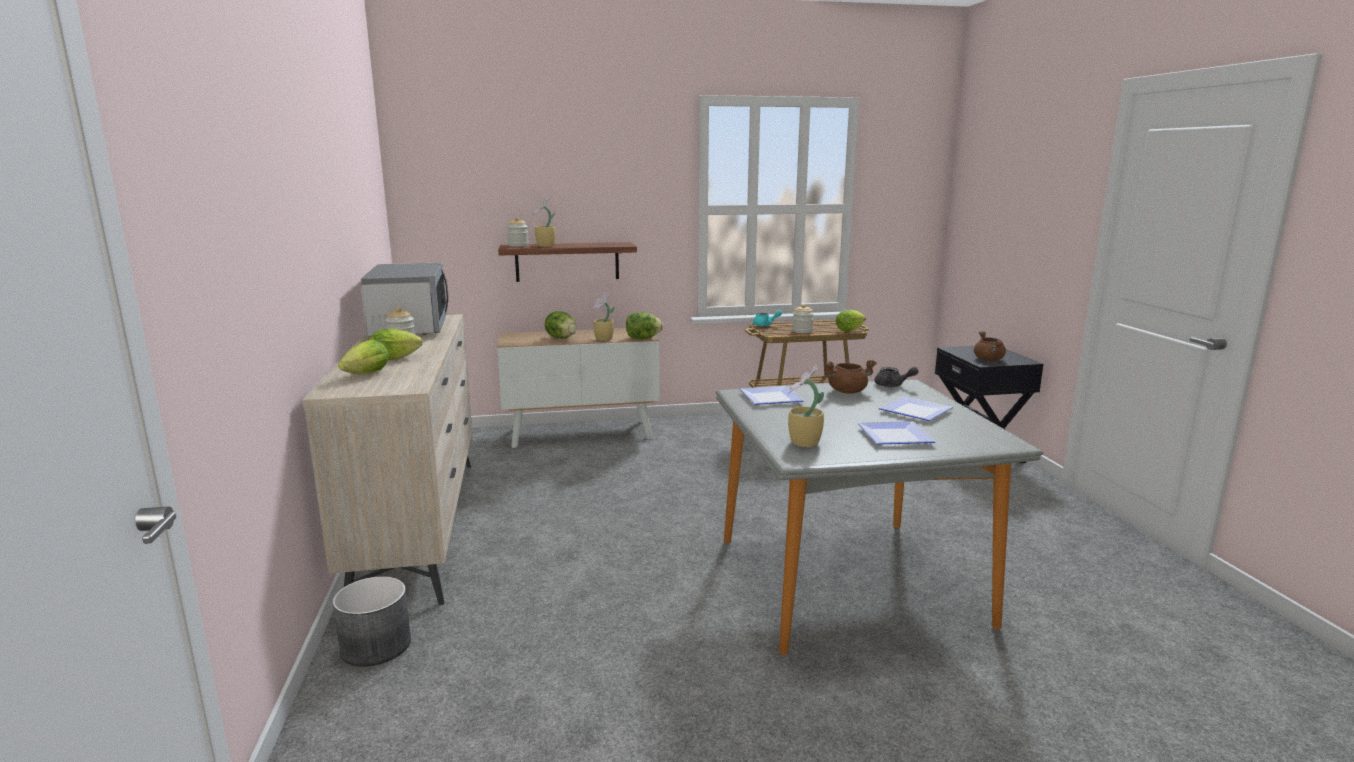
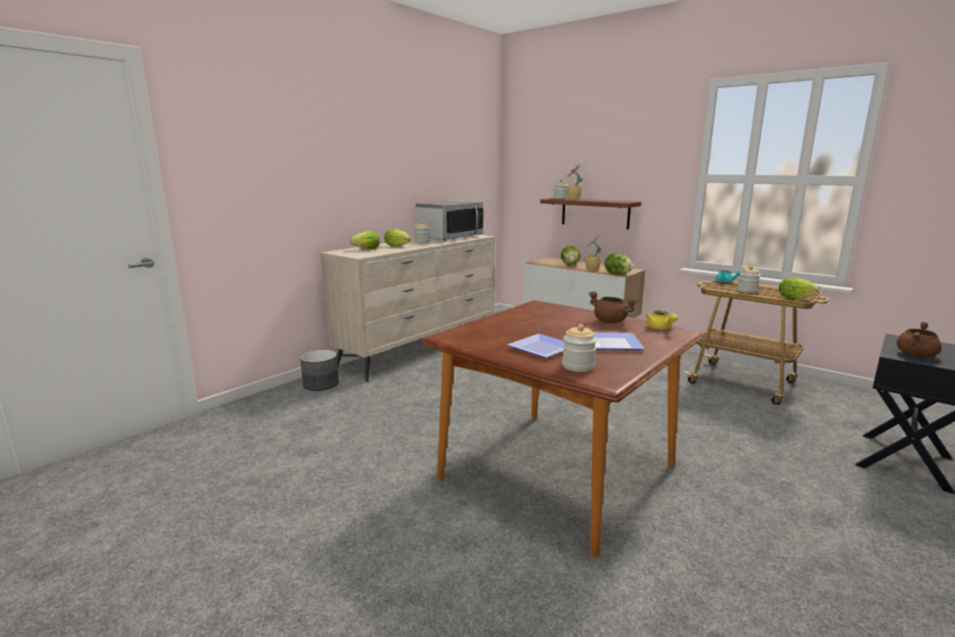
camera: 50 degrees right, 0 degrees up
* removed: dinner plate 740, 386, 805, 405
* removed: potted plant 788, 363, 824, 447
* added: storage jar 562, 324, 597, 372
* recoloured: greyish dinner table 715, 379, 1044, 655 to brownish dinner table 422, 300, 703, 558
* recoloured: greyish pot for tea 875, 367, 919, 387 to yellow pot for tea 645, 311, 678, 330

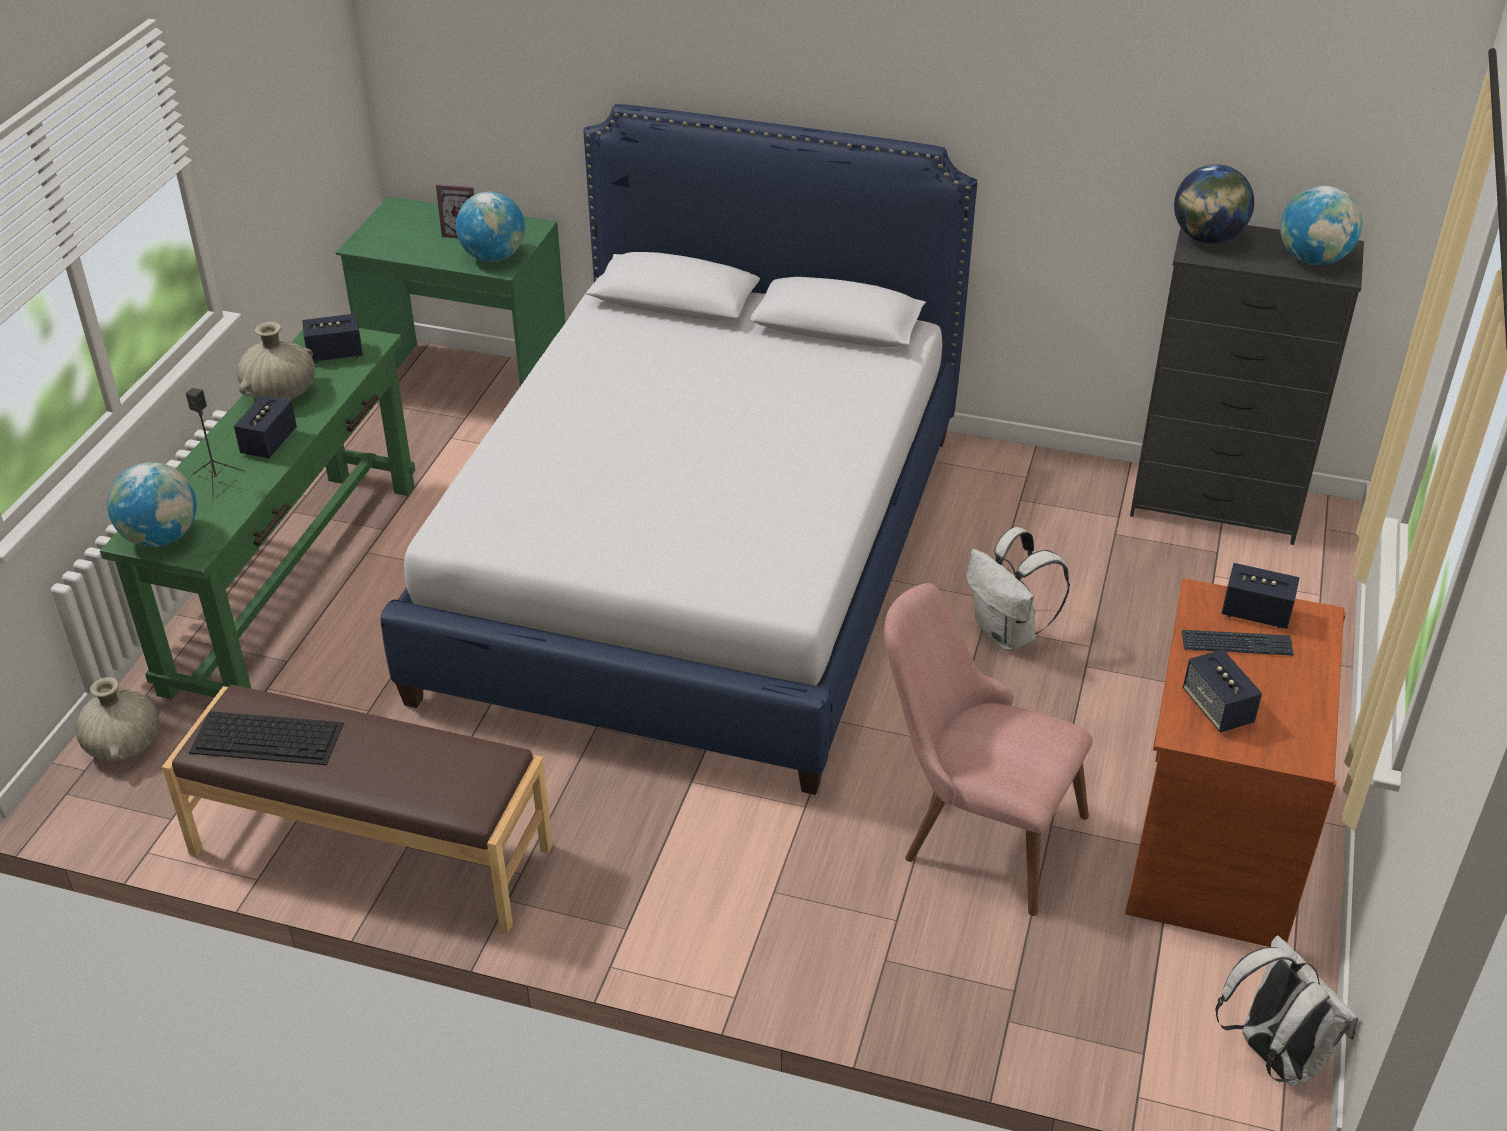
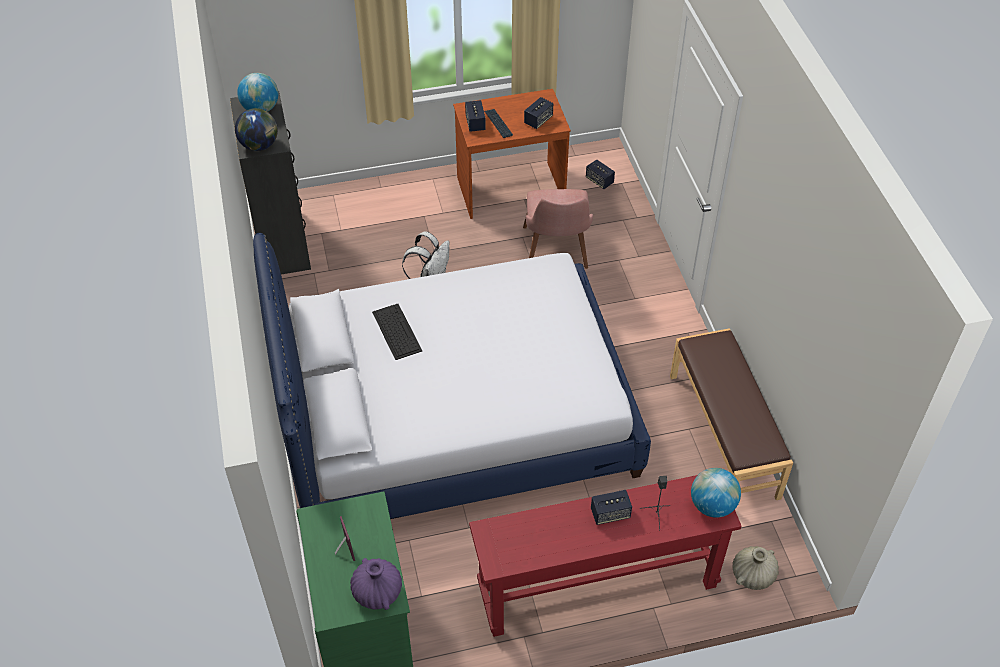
camera: 120 degrees left, 10 degrees up
* removed: beige vase 237, 322, 315, 400
* removed: world globe 456, 192, 525, 262
* removed: white rucksack 1215, 935, 1358, 1086
* added: purple vase 350, 558, 402, 610
* moved: computer keyboard 189, 711, 344, 765 to 372, 304, 422, 360
* moved: speaker 302, 314, 363, 363 to 586, 159, 615, 189
* recoloured: green-coloured console table 100, 328, 415, 699 to reddish console table 469, 475, 742, 637

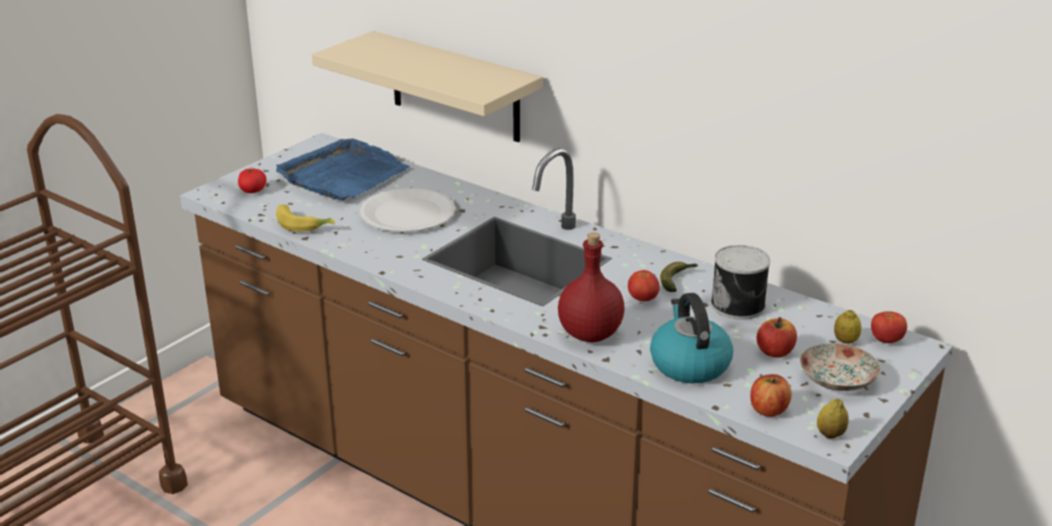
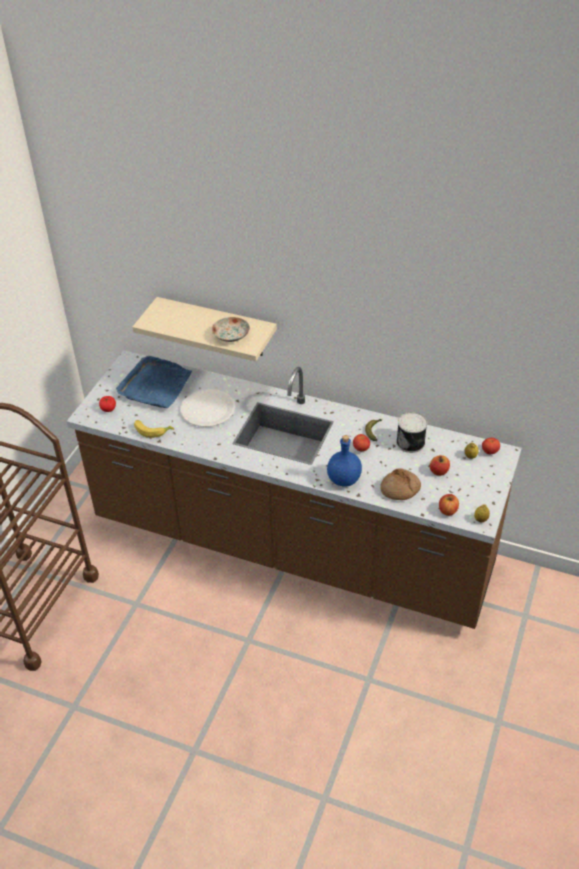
camera: 15 degrees left, 15 degrees up
* moved: dinner plate 800, 343, 881, 391 to 212, 317, 250, 342
* replaced: kettle 650, 293, 733, 383 to bread 380, 468, 421, 500
* recoloured: reddish drink bottle 558, 232, 625, 342 to bluish drink bottle 327, 435, 362, 487

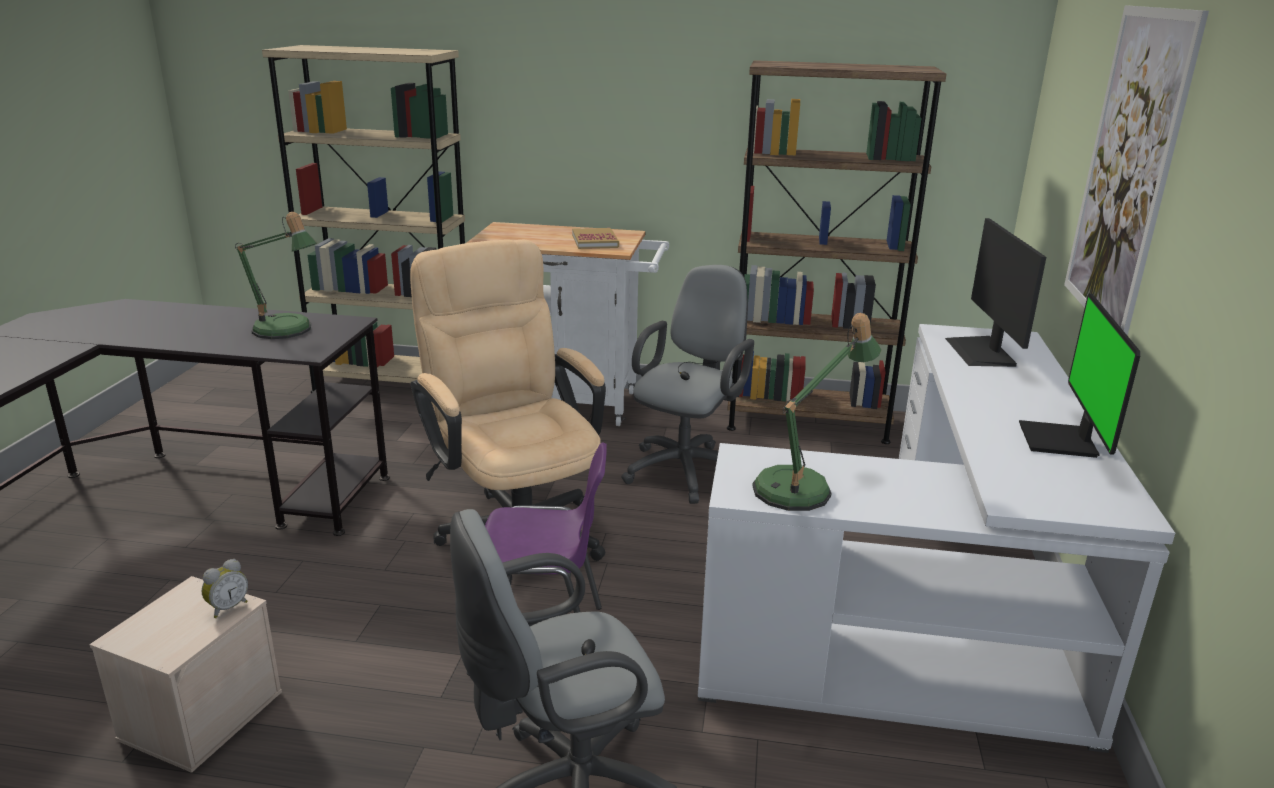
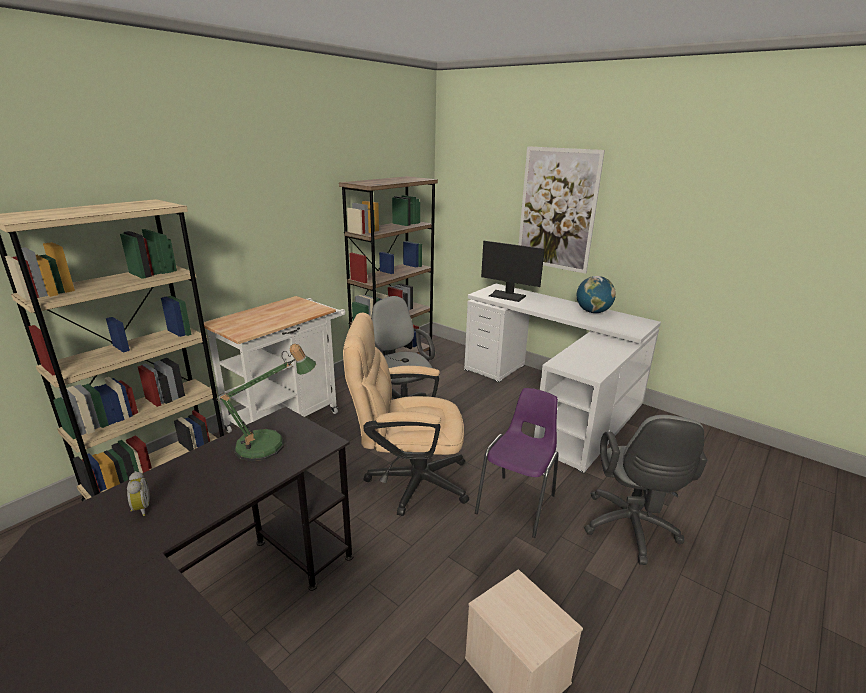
camera: 60 degrees left, 0 degrees up
* removed: book 572, 228, 619, 249
* removed: lamp for a table 752, 313, 881, 511
* moved: bedside clock 202, 559, 248, 618 to 127, 471, 150, 516
* replaced: monitor 1019, 293, 1140, 458 to world globe 577, 276, 616, 313

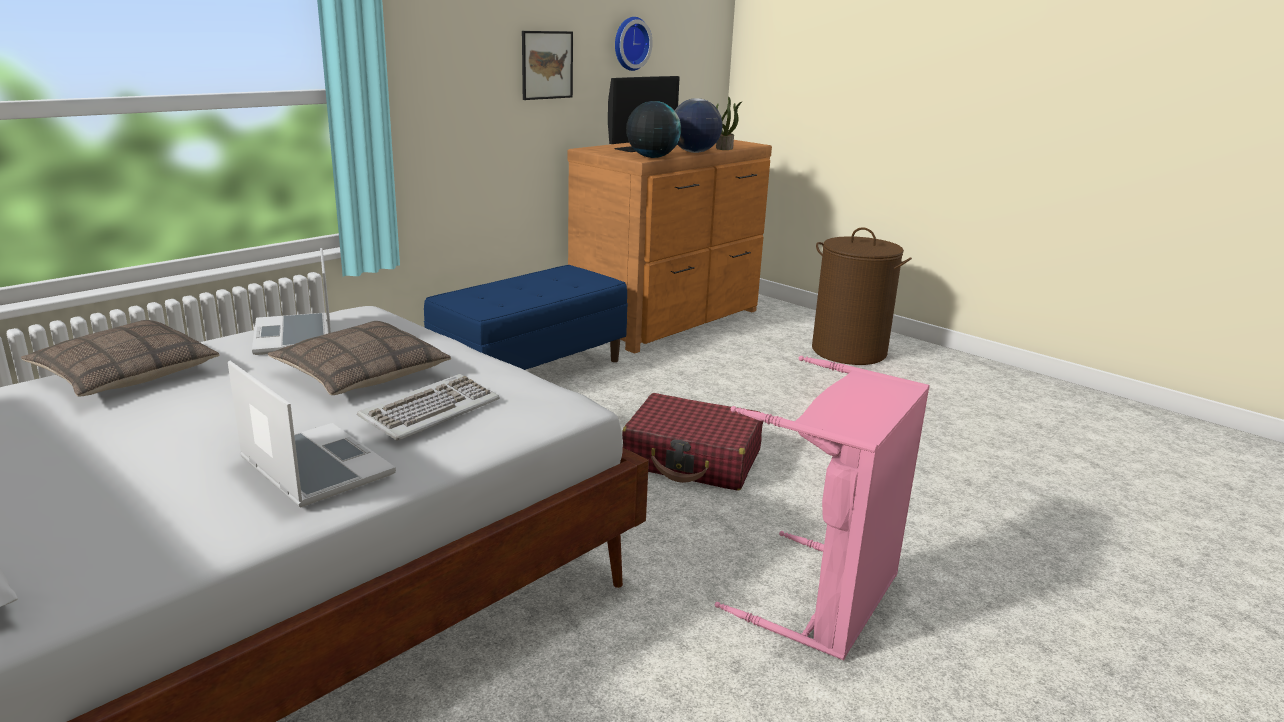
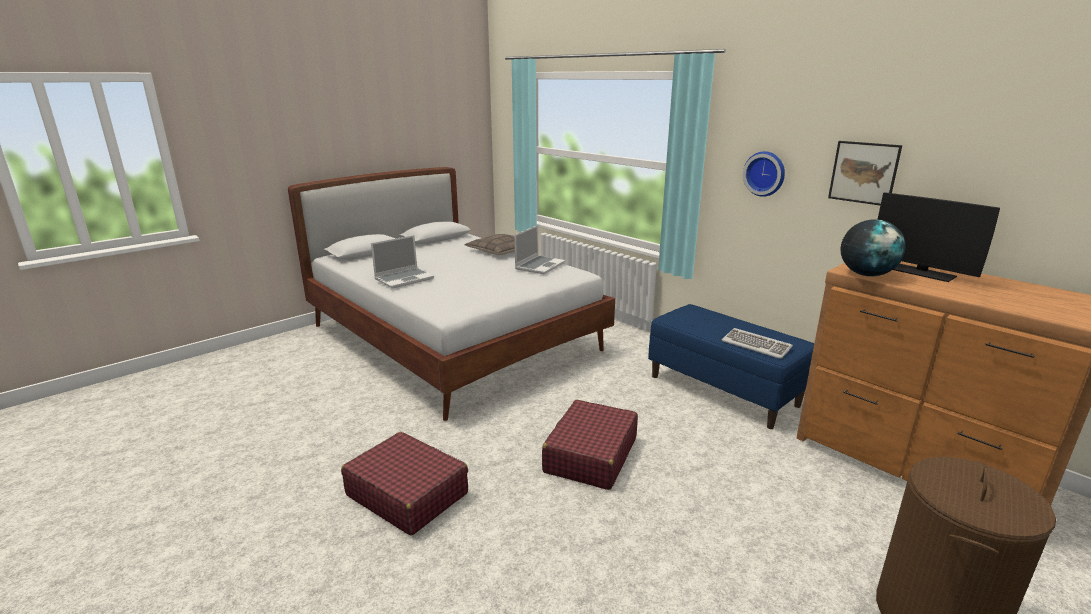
camera: 95 degrees right, 0 degrees up
* removed: cushion 268, 321, 451, 395
* removed: world globe 674, 98, 722, 153
* removed: potted plant 716, 97, 742, 150
* moved: computer keyboard 357, 374, 500, 440 to 721, 328, 793, 359
* moved: clock on the wall 615, 17, 653, 71 to 743, 151, 785, 197
* replaced: pink-coloured laundry basket 715, 356, 929, 660 to reddish piece of luggage 341, 432, 468, 536
* turned: laptop 252, 248, 331, 355 = 515, 225, 565, 274 135 degrees clockwise

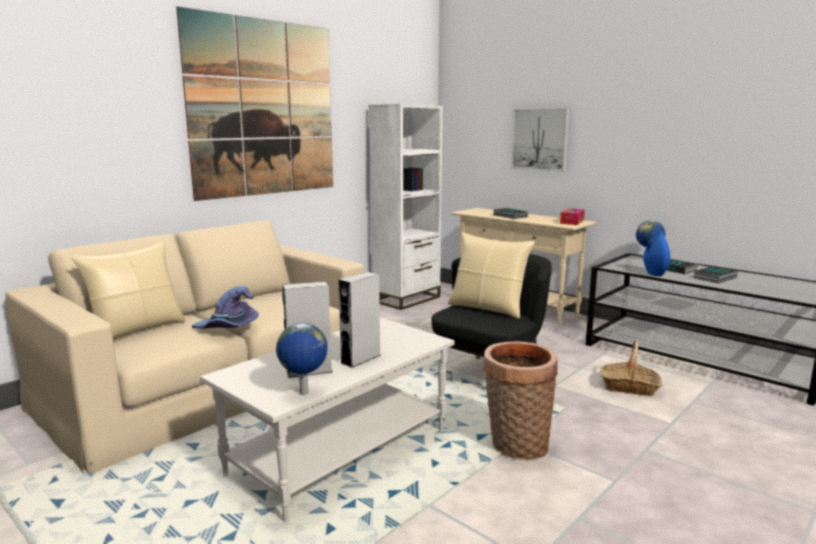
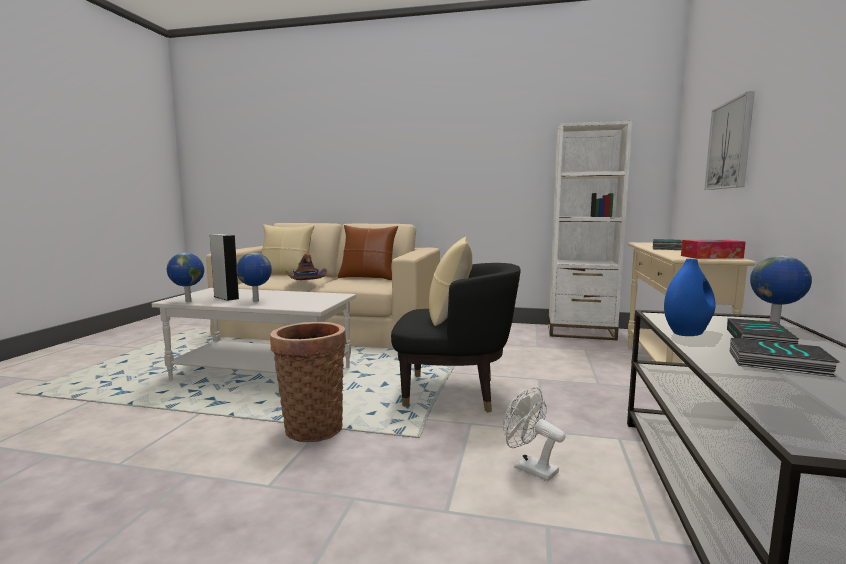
camera: 60 degrees right, 5 degrees down
* removed: picture 176, 6, 333, 201
* added: brownish cushion 338, 225, 398, 280
* replaced: greyish speaker 338, 272, 381, 368 to world globe 236, 253, 272, 302
* replaced: storage basket 600, 340, 662, 396 to white electric fan 503, 387, 565, 481
* recoloured: purple hat 192, 286, 259, 329 to brownish hat 285, 253, 327, 280

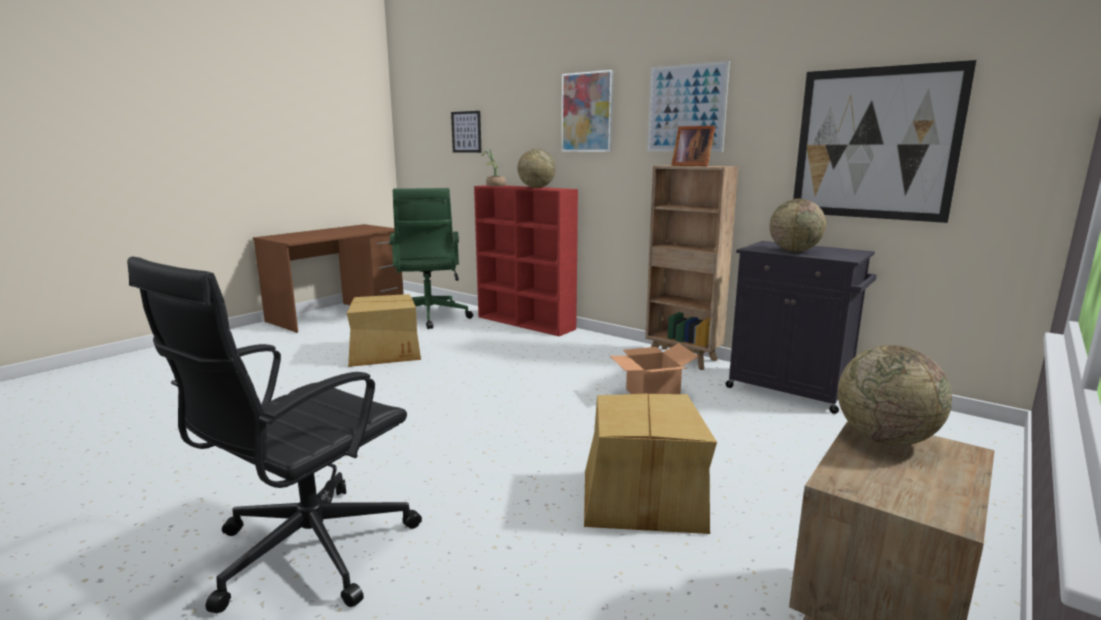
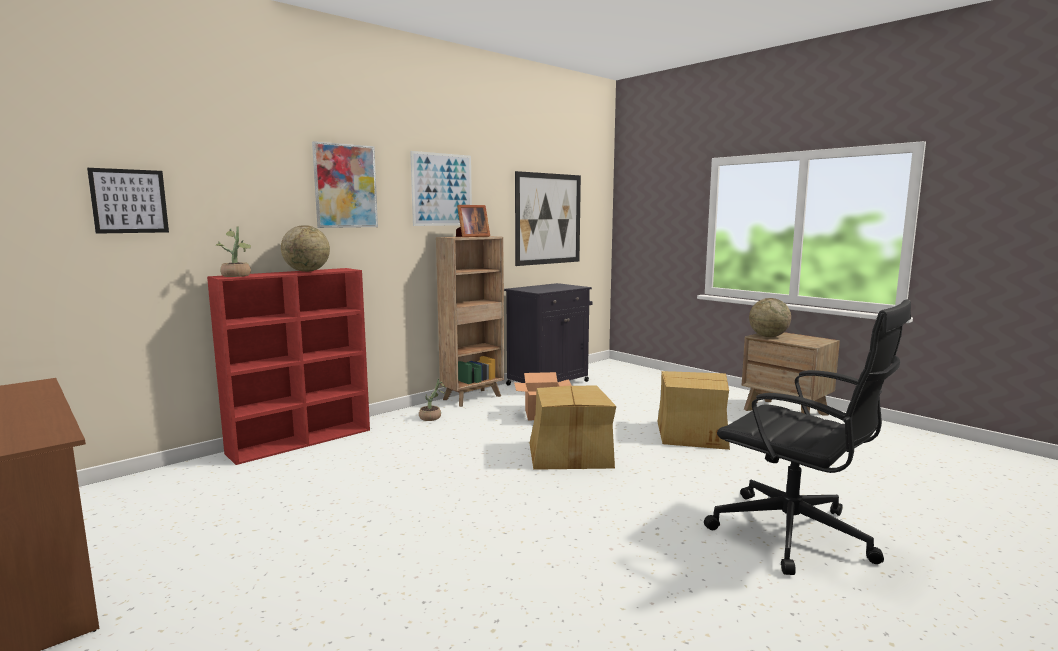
camera: 80 degrees left, 5 degrees down
* removed: green-coloured office chair 389, 188, 473, 329
* removed: world globe 769, 199, 826, 252
* added: potted plant 419, 379, 446, 421
* moved: carton 347, 294, 421, 367 to 529, 385, 616, 470

